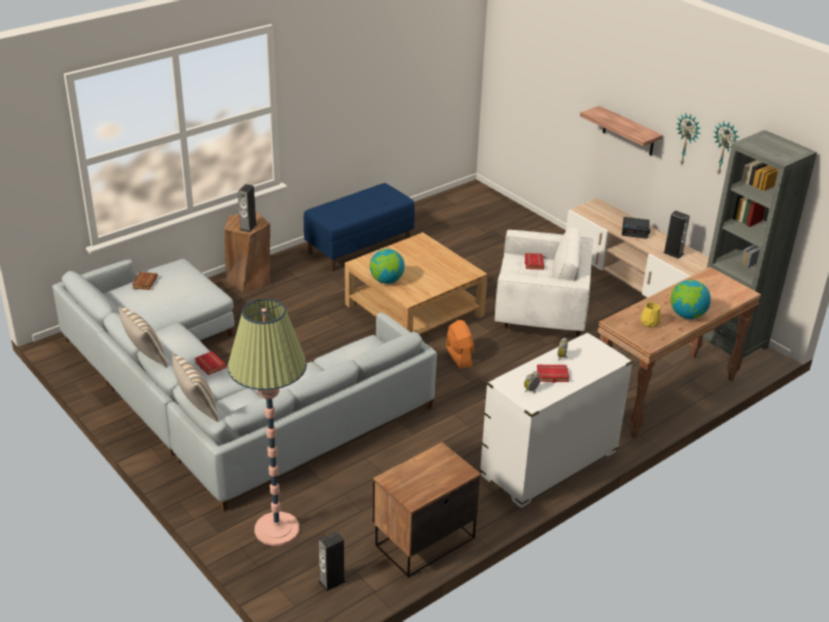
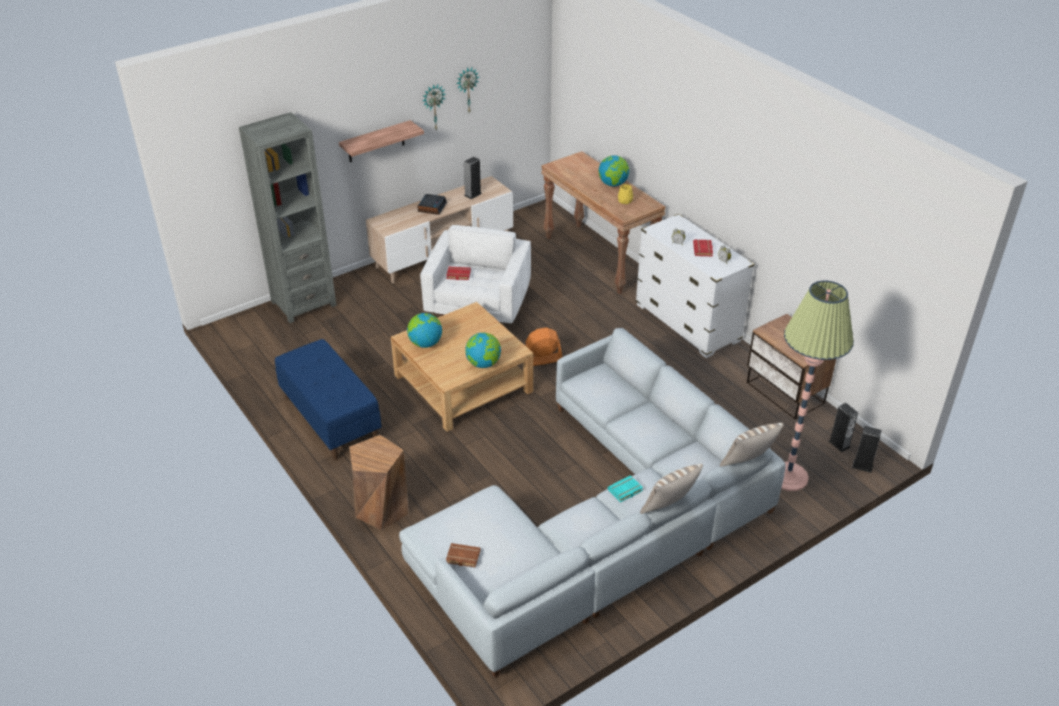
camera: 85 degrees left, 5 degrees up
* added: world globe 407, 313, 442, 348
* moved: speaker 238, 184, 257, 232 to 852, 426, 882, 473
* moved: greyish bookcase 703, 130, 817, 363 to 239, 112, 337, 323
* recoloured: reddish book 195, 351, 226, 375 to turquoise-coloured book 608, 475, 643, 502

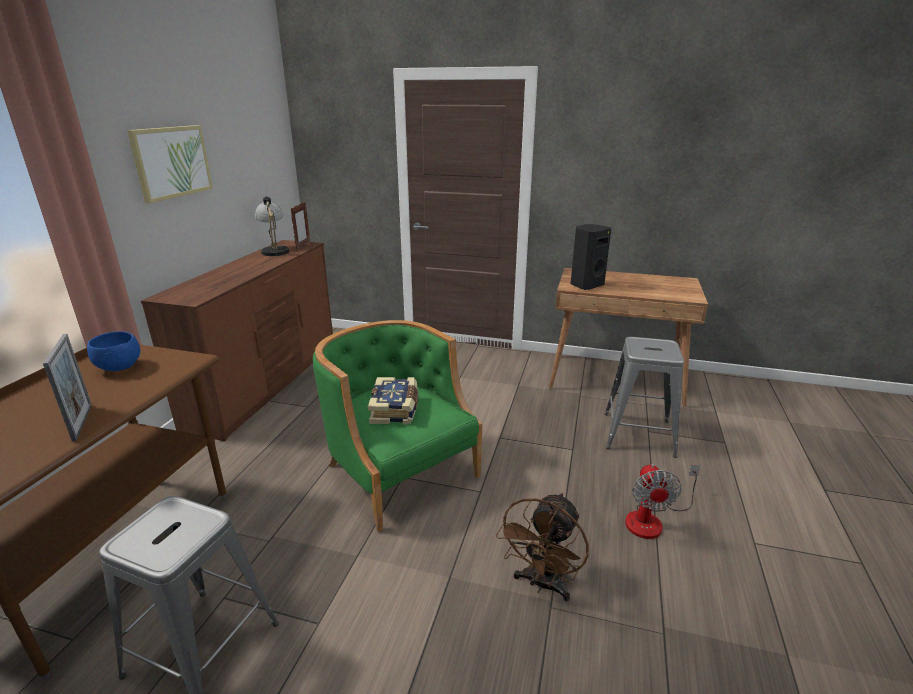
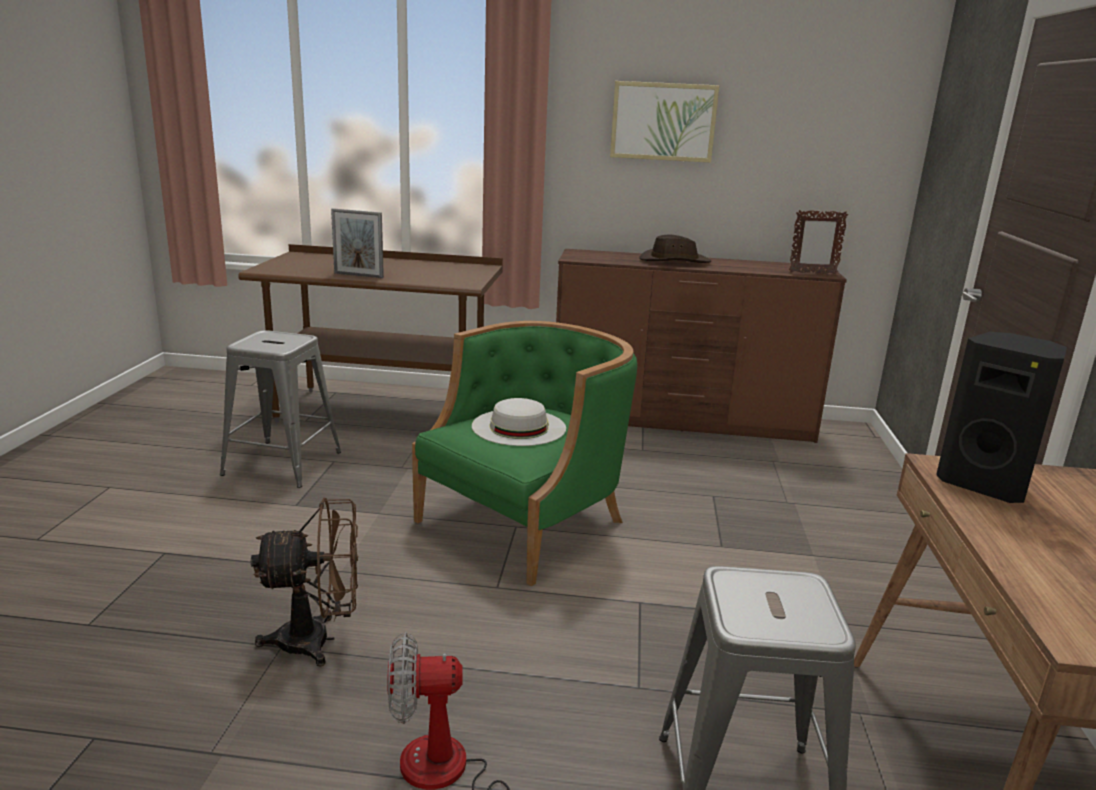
camera: 80 degrees right, 5 degrees down
* removed: bluish serving bowl 87, 331, 140, 371
* removed: lamp for a table 255, 195, 289, 258
* added: brownish hat 639, 235, 711, 263
* replaced: book 368, 377, 418, 425 to white hat 472, 398, 566, 446
* turned: photo frame 43, 334, 92, 442 = 331, 208, 384, 278 45 degrees clockwise
* turned: brownish electric fan 496, 493, 589, 602 = 251, 498, 358, 667 150 degrees clockwise

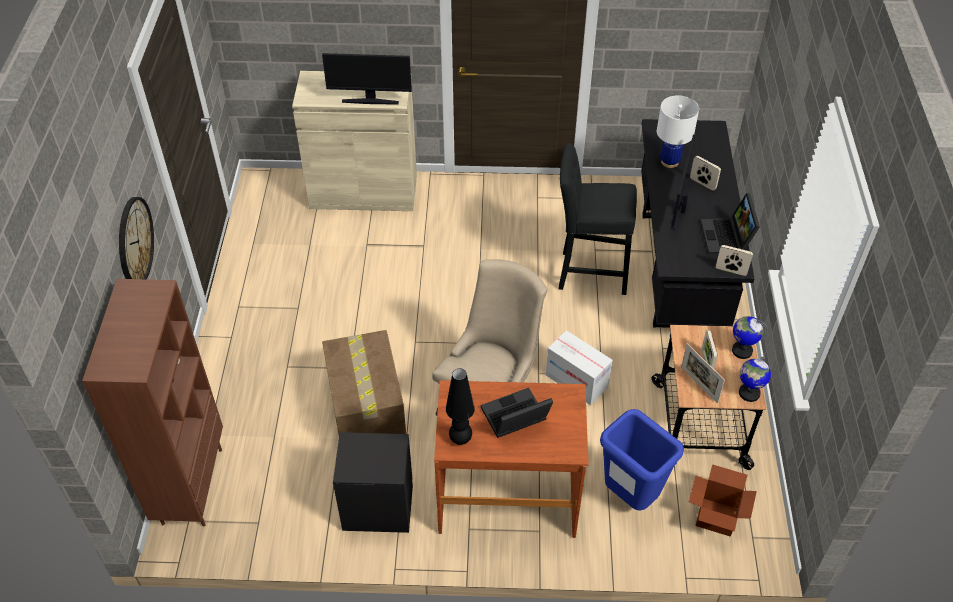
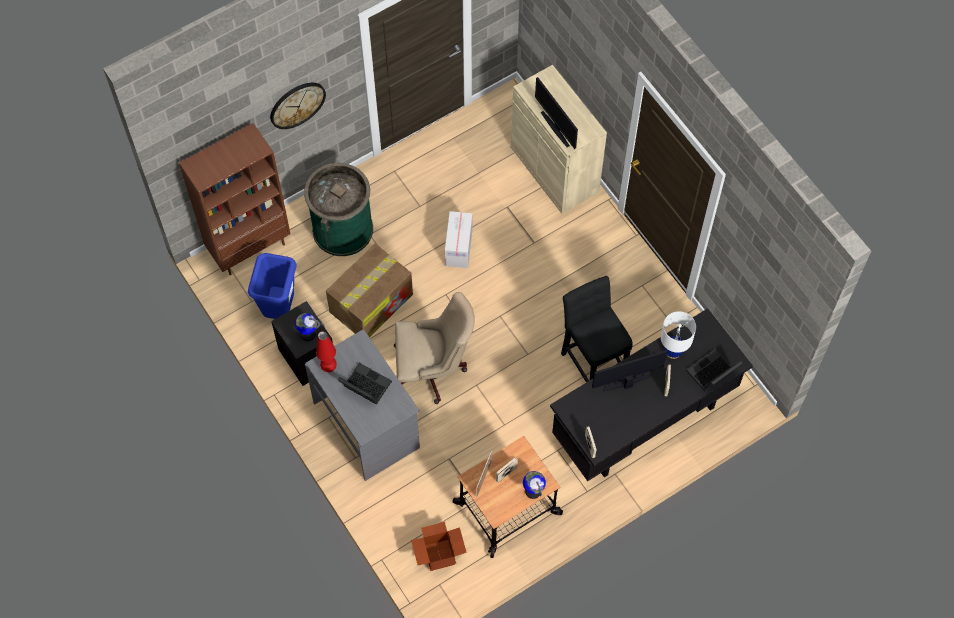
camera: 55 degrees right, 15 degrees up
* added: green-coloured rubbish bin 304, 163, 373, 256
* moved: carton 546, 330, 613, 405 to 445, 211, 473, 268
* moved: bluish rubbish bin 600, 409, 684, 511 to 248, 253, 296, 319
* moved: laptop 700, 193, 760, 255 to 686, 349, 742, 391
* moved: world globe 739, 356, 771, 402 to 295, 313, 320, 341
* recoloured: brownish desk unit 434, 380, 589, 538 to greyish desk unit 305, 329, 420, 481
* recoloured: blackish lamp for a table 446, 368, 475, 445 to reddish lamp for a table 316, 331, 337, 372

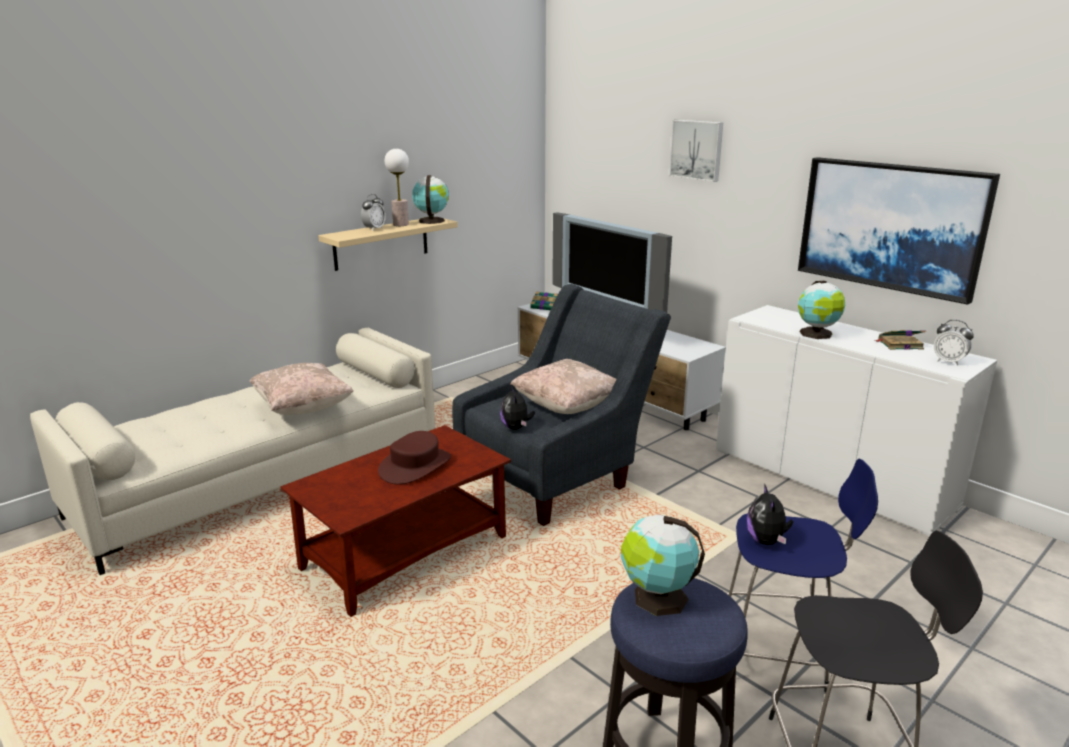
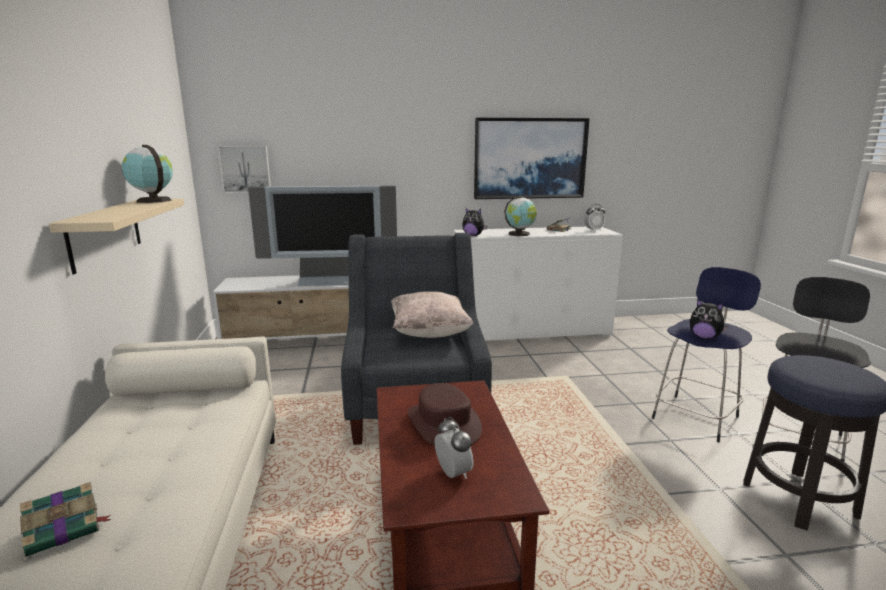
camera: 55 degrees left, 5 degrees down
* removed: beige cushion 250, 363, 354, 415
* removed: lamp for a table 385, 149, 409, 226
* removed: world globe 621, 514, 705, 616
* moved: bedside clock 361, 194, 386, 231 to 435, 417, 473, 479
* moved: plush toy 500, 386, 535, 430 to 462, 208, 487, 236
* moved: book 530, 292, 558, 311 to 20, 482, 111, 557
* moved: picture 669, 120, 723, 182 to 218, 146, 271, 193

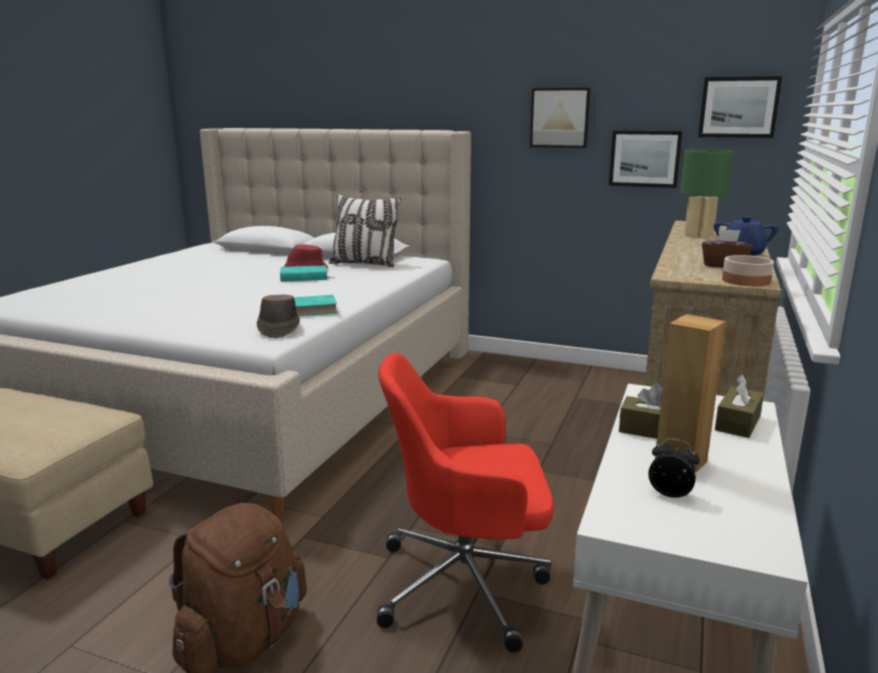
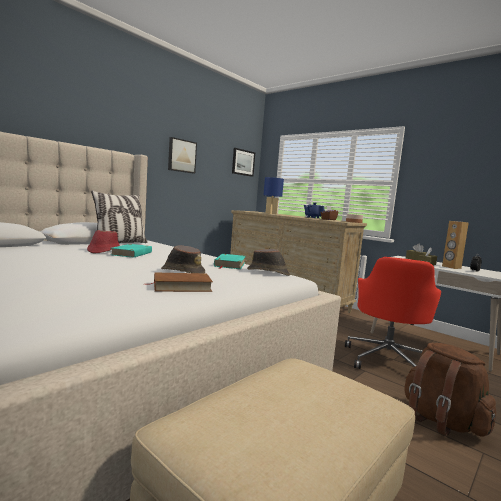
camera: 70 degrees left, 10 degrees down
* removed: picture 609, 130, 683, 188
* added: brownish book 144, 273, 213, 292
* added: brownish hat 161, 245, 205, 273
* recoloured: green-coloured lamp for a table 680, 150, 733, 239 to bluish lamp for a table 263, 177, 284, 214

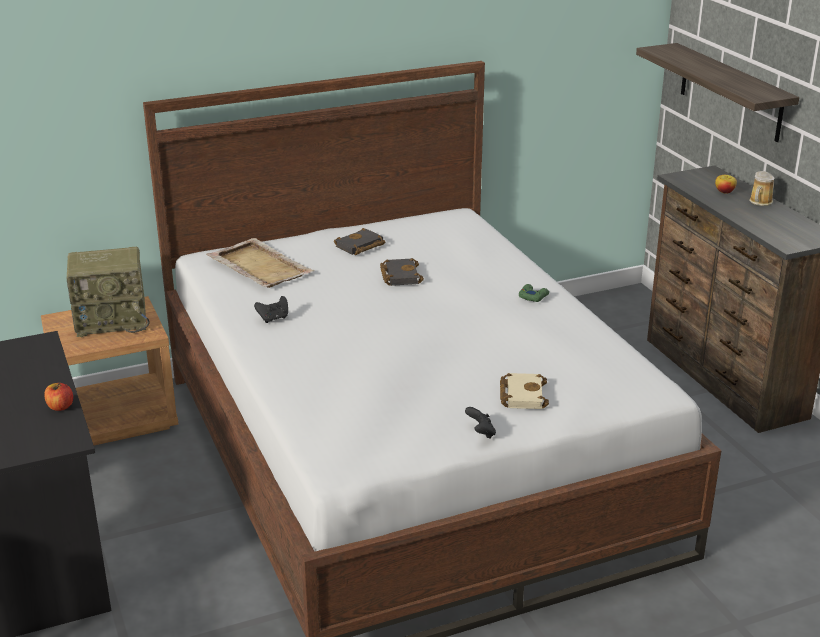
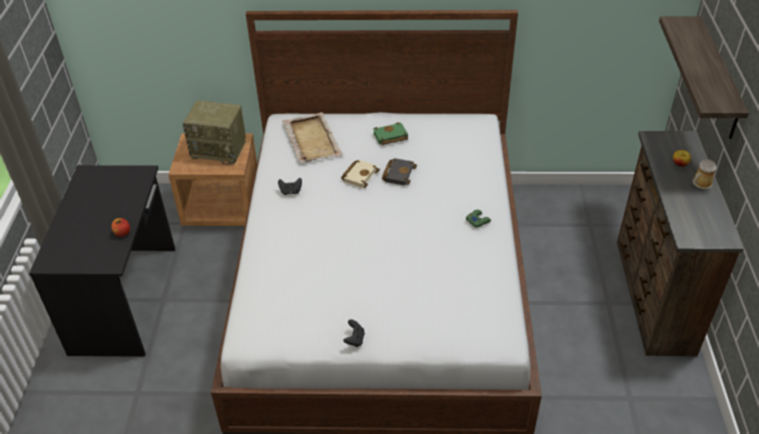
camera: 25 degrees right, 15 degrees up
* moved: beige book 500, 373, 549, 409 to 341, 160, 380, 188
* recoloured: blackish book 334, 228, 385, 255 to green-coloured book 373, 122, 408, 145

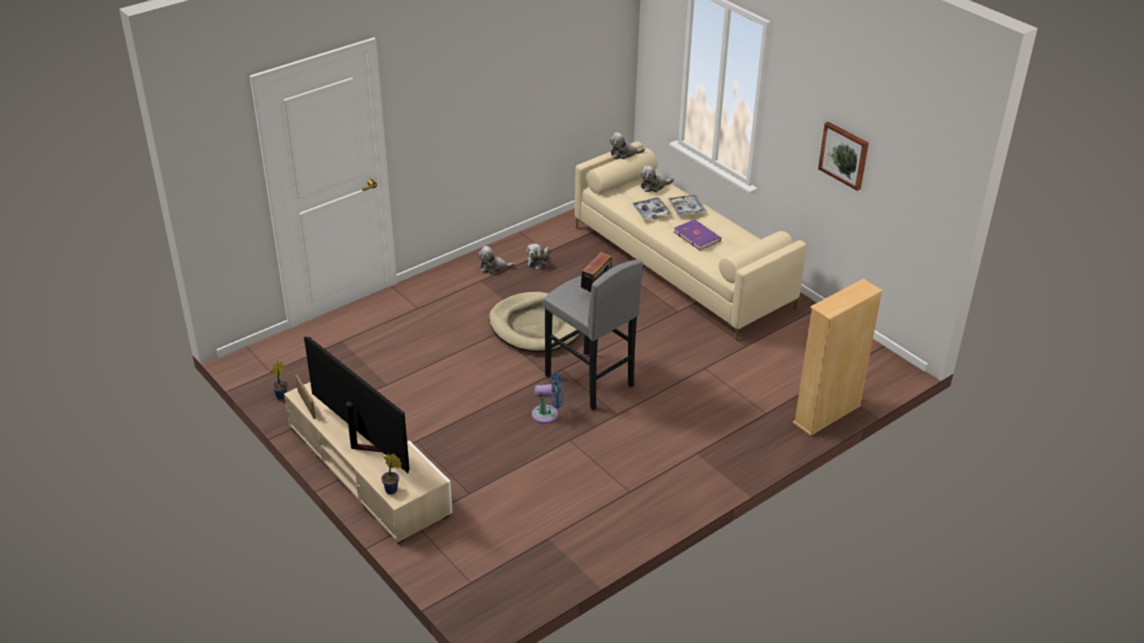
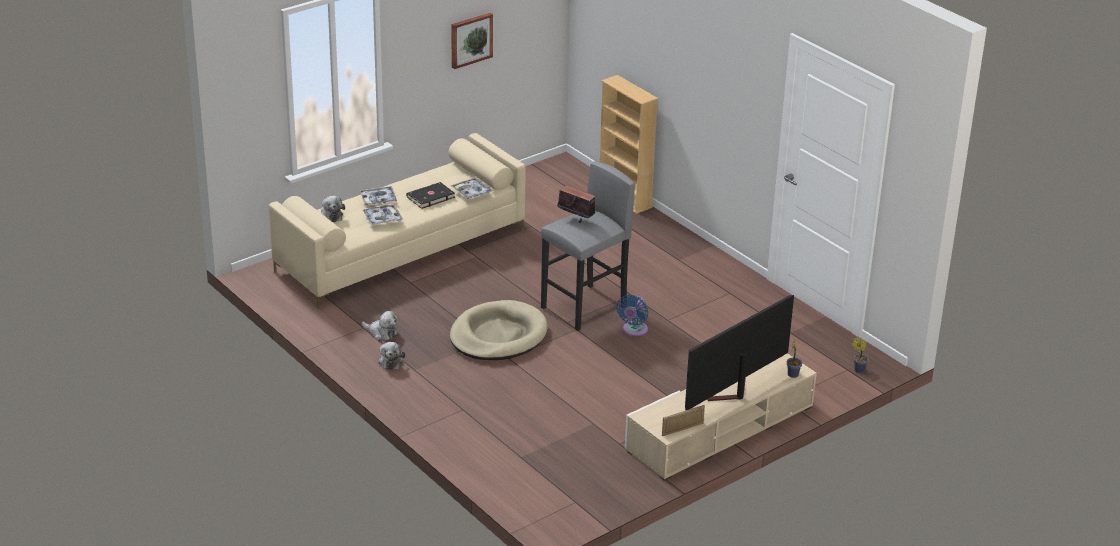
camera: 90 degrees left, 5 degrees down
* removed: plush toy 609, 132, 645, 159
* added: serving tray 450, 178, 493, 199
* moved: potted plant 271, 361, 288, 400 to 852, 337, 869, 373
* recoloured: purple book 674, 219, 721, 251 to blackish book 406, 182, 455, 209
* turned: bluish electric fan 532, 372, 563, 424 = 616, 295, 648, 336 150 degrees counterclockwise

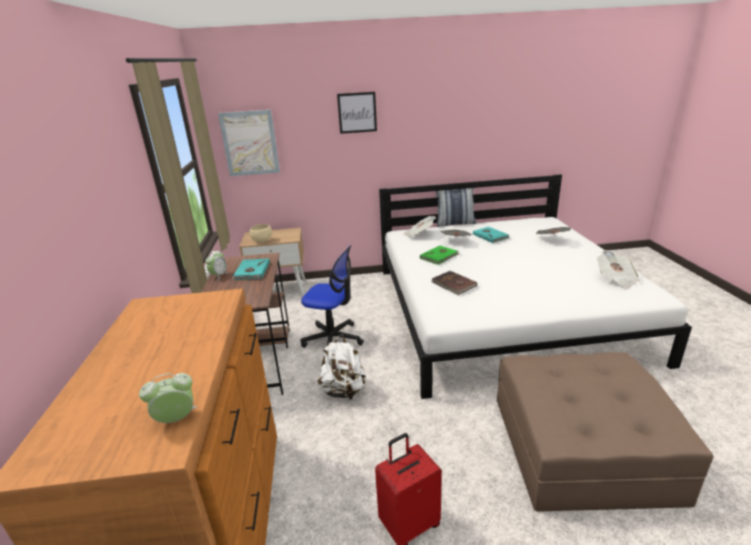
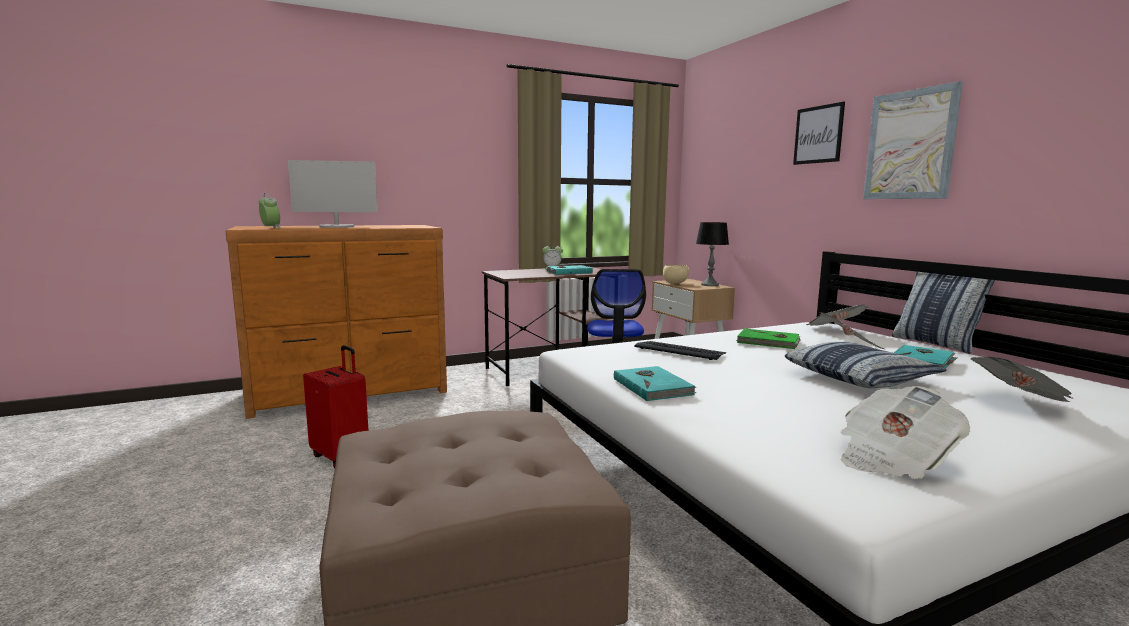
camera: 70 degrees right, 15 degrees down
* removed: white rucksack 317, 335, 366, 401
* added: monitor 288, 160, 378, 228
* added: turquoise-coloured book 614, 366, 696, 401
* added: lamp for a table 696, 222, 729, 286
* added: cushion 785, 342, 946, 388
* moved: picture 218, 110, 280, 176 to 863, 81, 963, 199
* replaced: brownish book 432, 271, 477, 295 to computer keyboard 634, 341, 726, 360

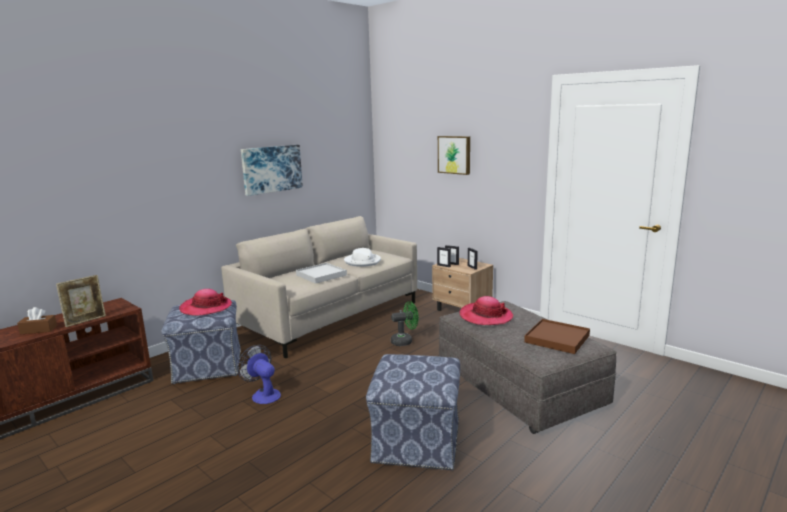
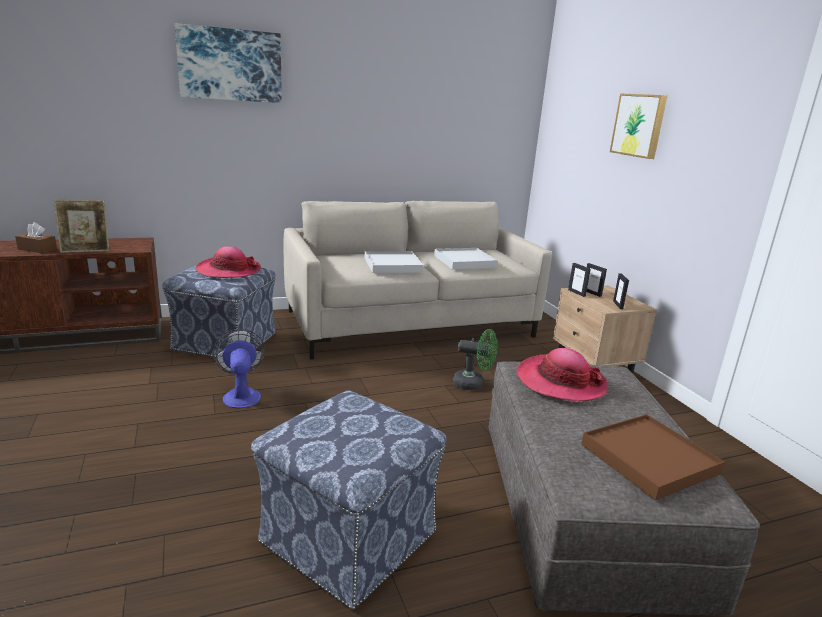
camera: 25 degrees right, 5 degrees up
* moved: picture 241, 145, 303, 196 to 175, 23, 282, 103
* replaced: white hat 344, 248, 381, 267 to white serving tray 434, 248, 498, 269

